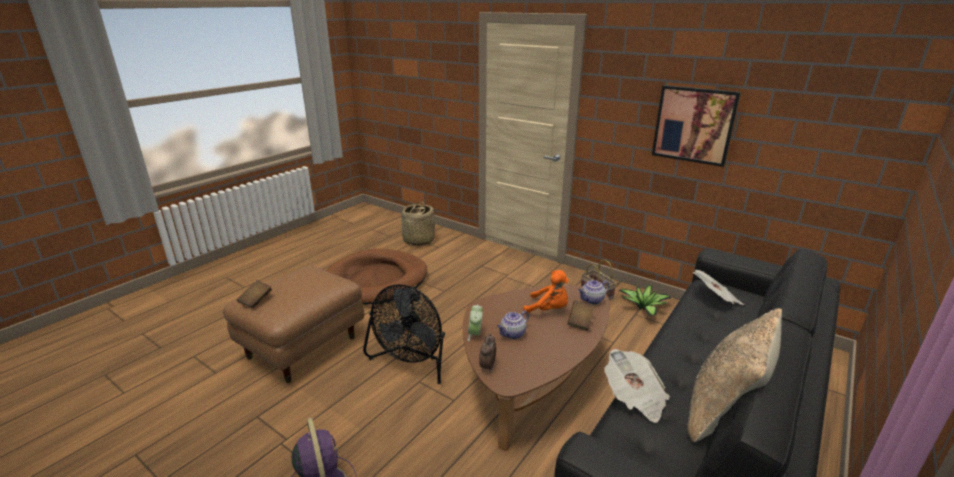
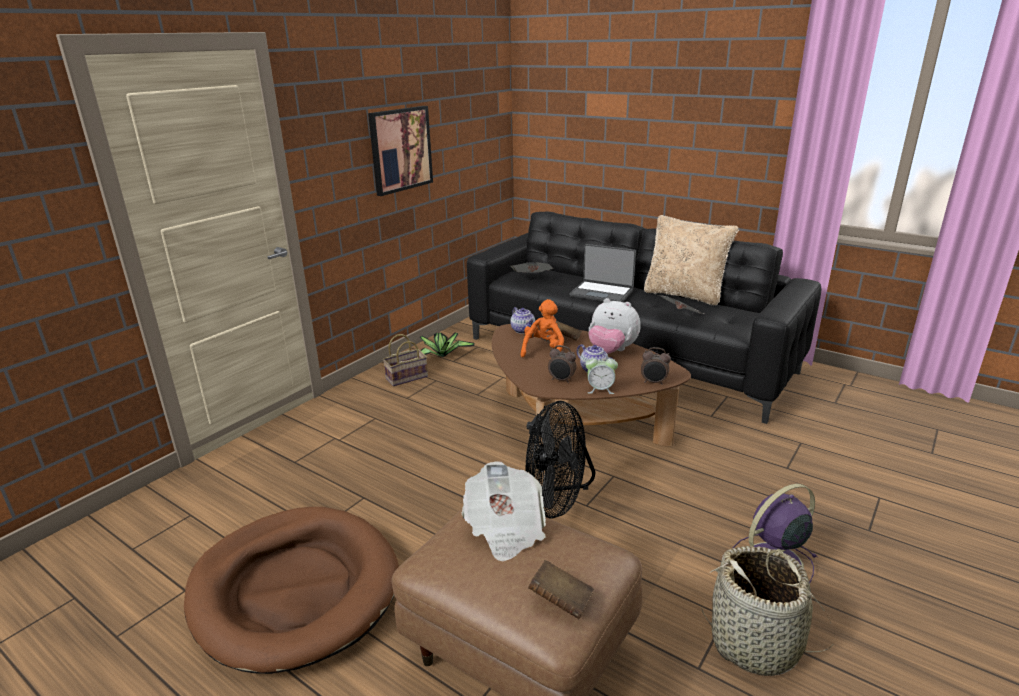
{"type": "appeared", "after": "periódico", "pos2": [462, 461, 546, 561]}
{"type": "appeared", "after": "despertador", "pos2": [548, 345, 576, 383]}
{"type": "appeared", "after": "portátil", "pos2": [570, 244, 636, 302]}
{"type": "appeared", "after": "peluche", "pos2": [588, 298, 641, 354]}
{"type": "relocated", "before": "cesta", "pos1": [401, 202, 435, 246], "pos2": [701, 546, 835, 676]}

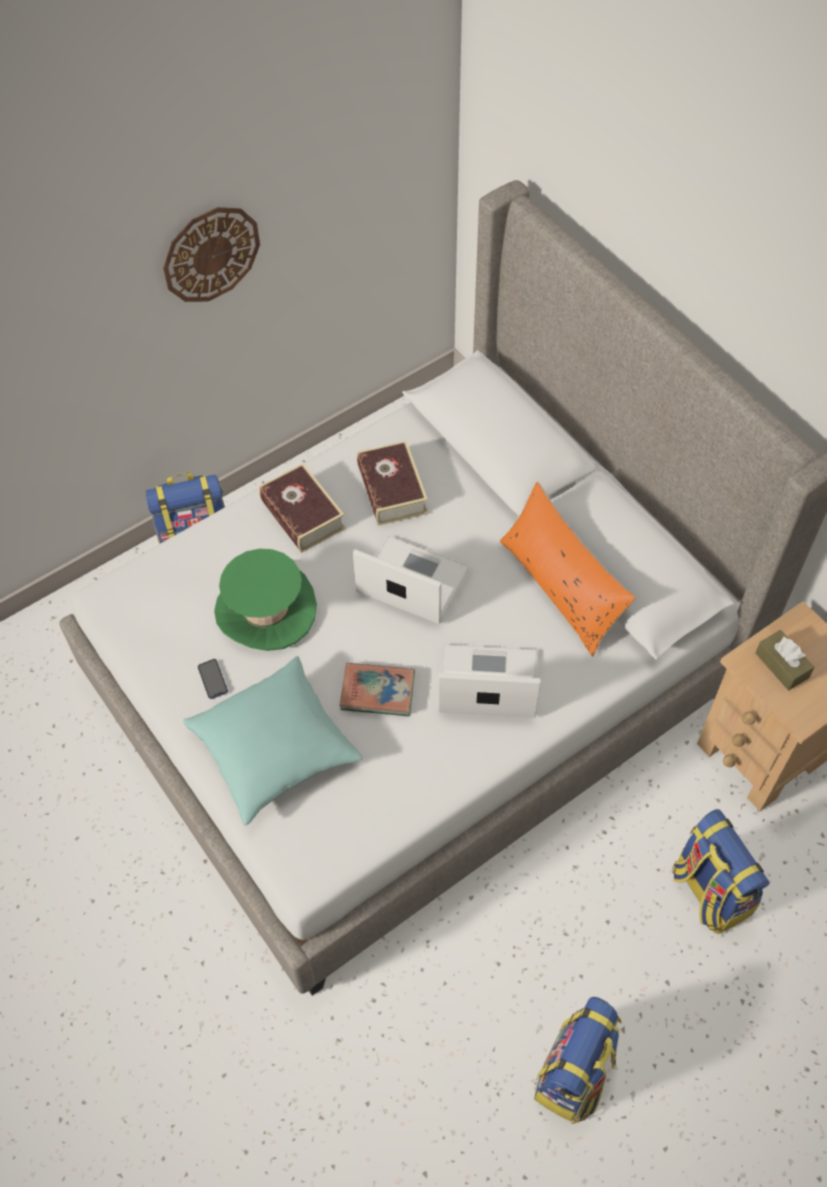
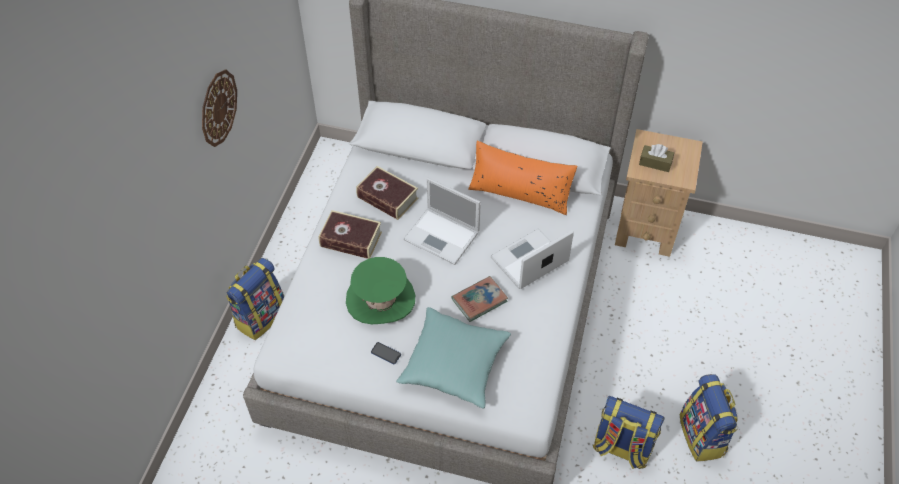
{"type": "relocated", "before": "mochila", "pos1": [672, 809, 770, 934], "pos2": [593, 396, 665, 469]}
{"type": "spun", "before": "portátil", "pos1": [353, 536, 470, 624], "pos2": [403, 178, 481, 265], "turn": -135}

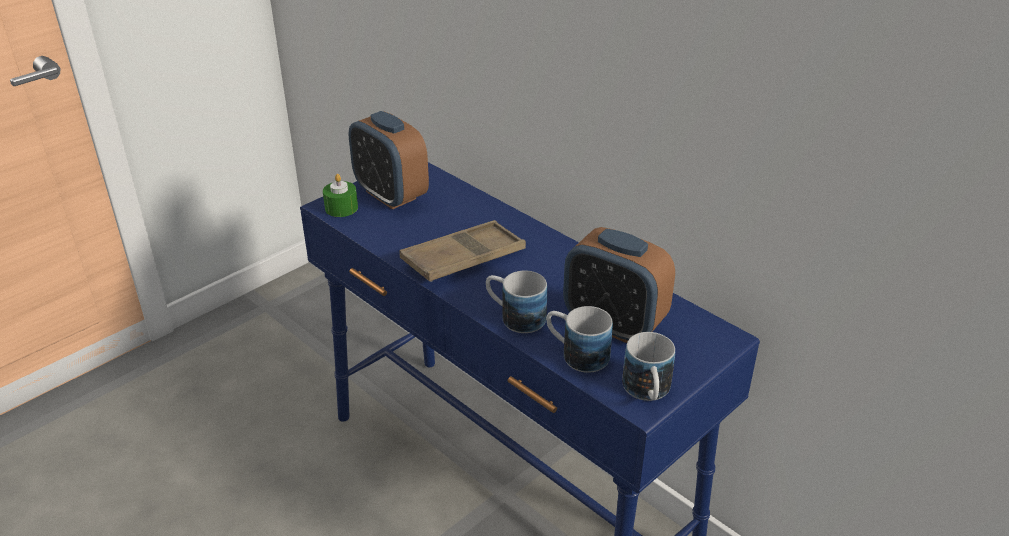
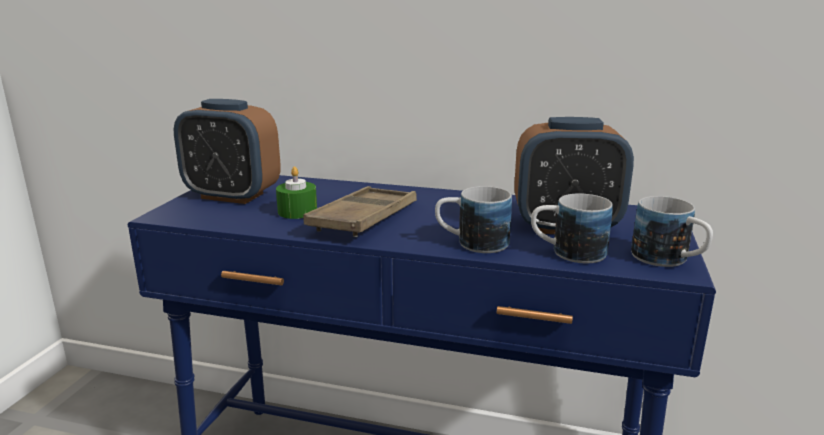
{"type": "relocated", "before": "vela (verde)", "pos1": [323, 174, 358, 217], "pos2": [276, 167, 317, 219]}

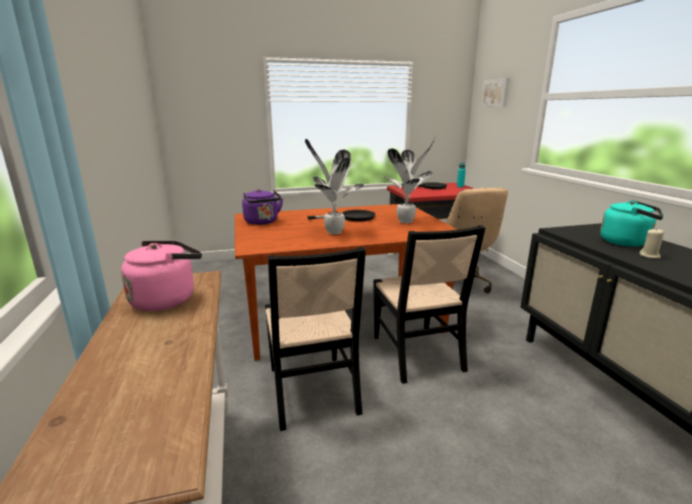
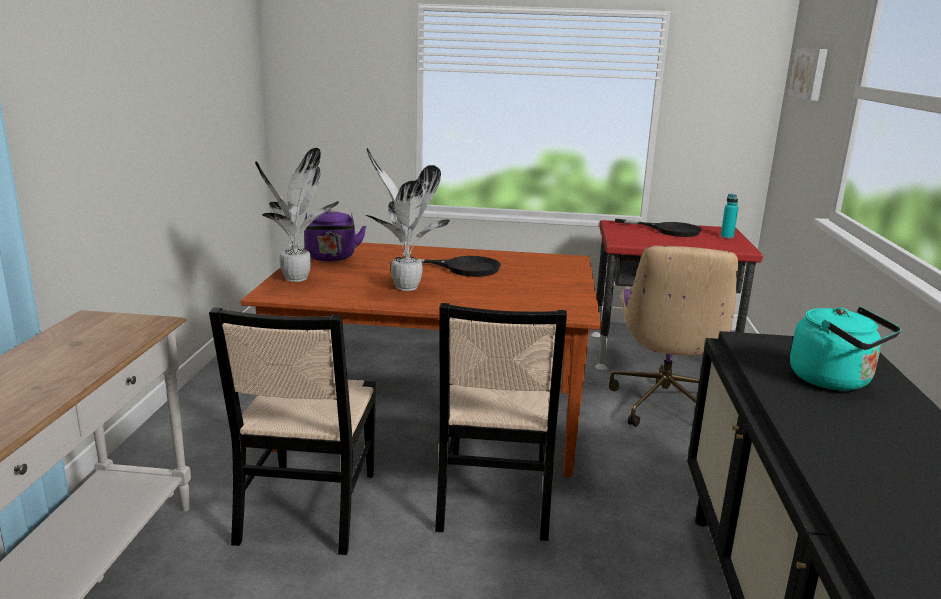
{"type": "missing", "before": "hervidor (rosa)", "pos1": [121, 241, 202, 311]}
{"type": "missing", "before": "vela (beis)", "pos1": [640, 229, 664, 258]}
{"type": "relocated", "before": "planta en maceta", "pos1": [383, 136, 436, 223], "pos2": [255, 148, 339, 282]}

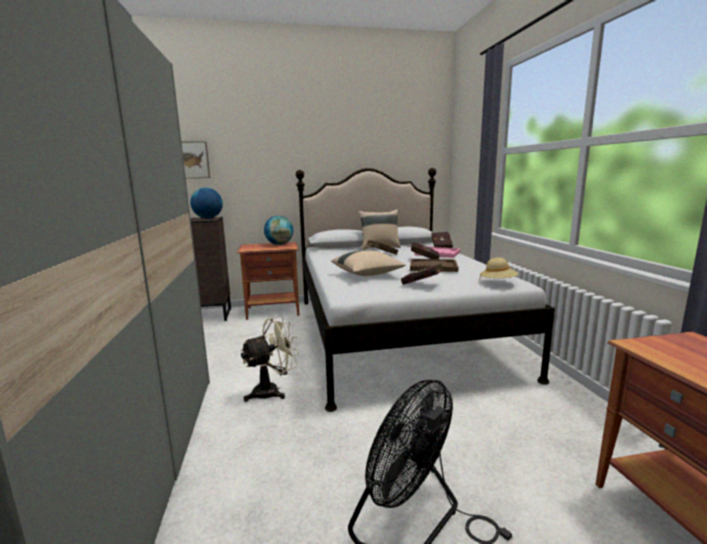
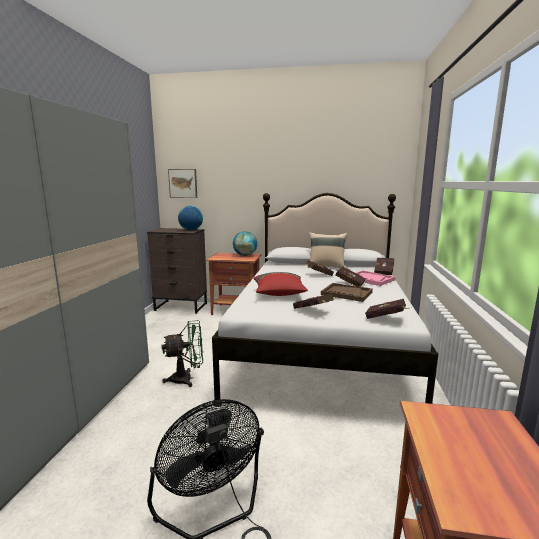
{"type": "exchanged", "before": "sombrero (beis)", "after": "libro (rojo)", "pos1": [479, 258, 519, 281], "pos2": [365, 299, 409, 319]}
{"type": "colour", "before": "ventilador (beis)", "after": "ventilador (verde)", "pos1": [240, 316, 299, 402], "pos2": [162, 320, 203, 387]}
{"type": "colour", "before": "cojín (beis)", "after": "cojín (rojo)", "pos1": [331, 250, 406, 276], "pos2": [254, 272, 308, 296]}

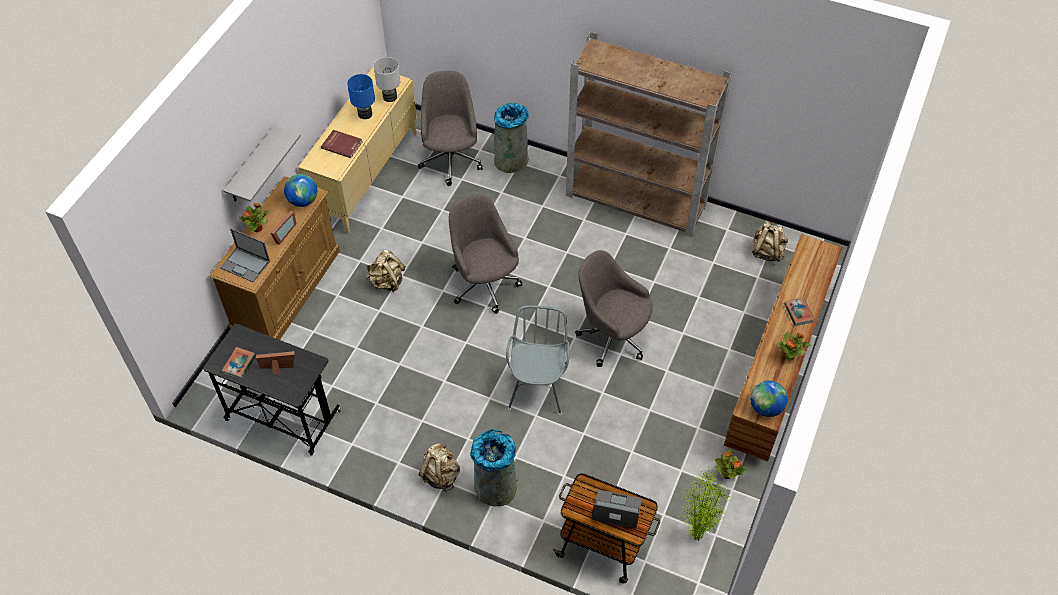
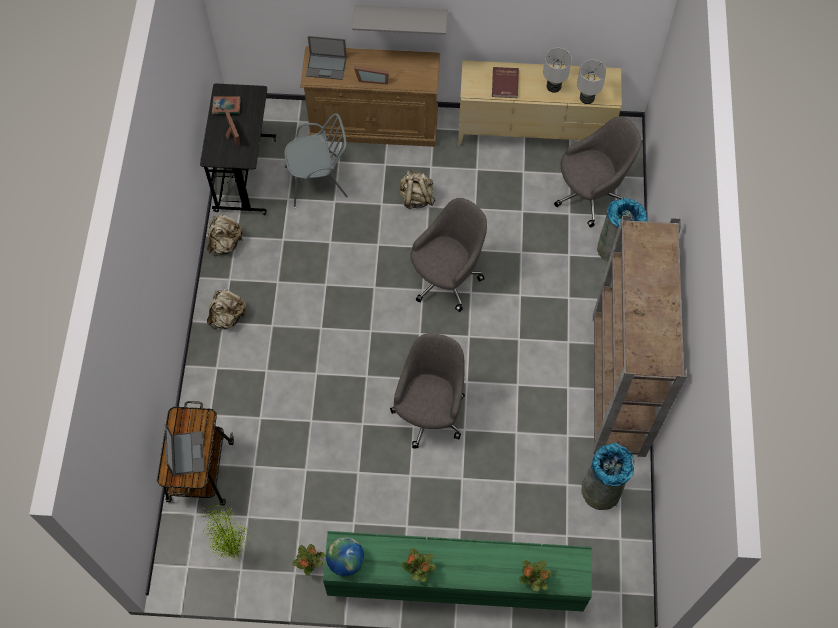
{"type": "missing", "before": "globo terráqueo", "pos1": [284, 174, 317, 207]}
{"type": "missing", "before": "libro", "pos1": [784, 297, 815, 326]}
{"type": "relocated", "before": "planta en maceta", "pos1": [238, 203, 270, 232], "pos2": [519, 560, 552, 592]}
{"type": "relocated", "before": "papelera (gris)", "pos1": [470, 429, 517, 506], "pos2": [581, 443, 634, 510]}
{"type": "relocated", "before": "silla (gris)", "pos1": [506, 305, 570, 415], "pos2": [284, 113, 349, 208]}
{"type": "relocated", "before": "mochila (beis)", "pos1": [752, 221, 788, 262], "pos2": [207, 214, 243, 256]}
{"type": "colour", "before": "lámpara de mesa (azul)", "after": "lámpara de mesa (gris)", "pos1": [347, 74, 375, 119], "pos2": [543, 48, 572, 93]}
{"type": "colour", "before": "armario (marrón)", "after": "armario (verde)", "pos1": [724, 233, 843, 462], "pos2": [323, 531, 592, 611]}
{"type": "spun", "before": "portátil", "pos1": [220, 229, 270, 282], "pos2": [306, 36, 347, 80], "turn": -90}

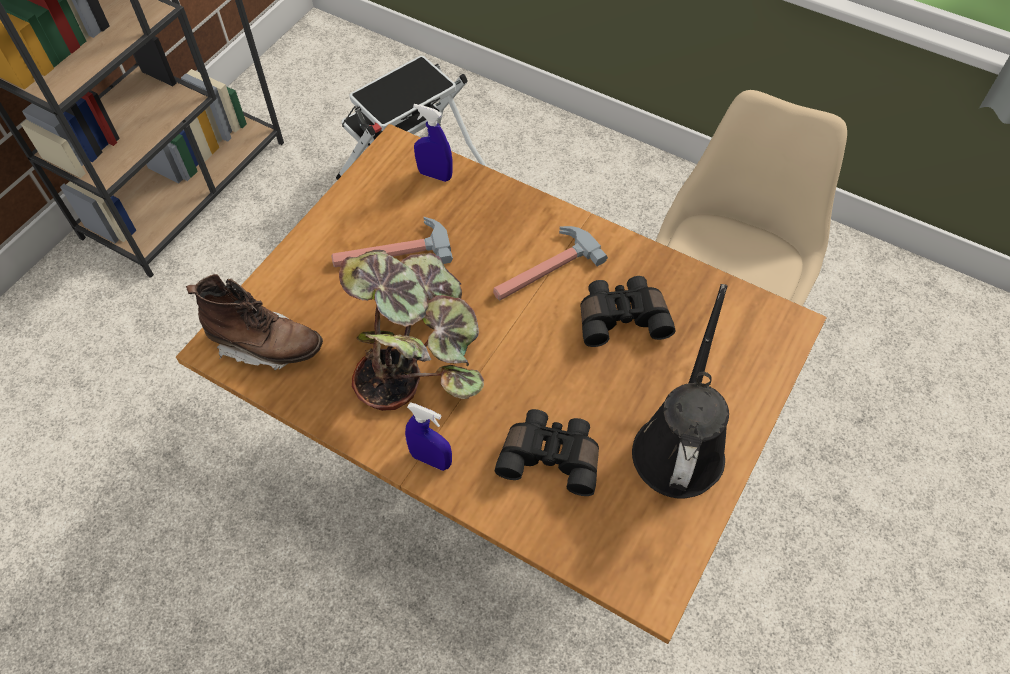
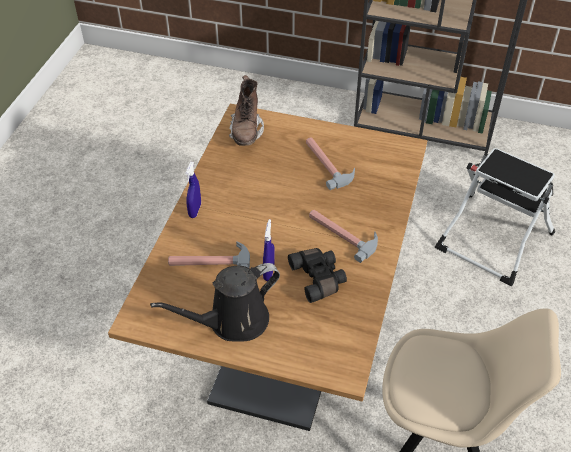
{"type": "missing", "before": "planta en maceta", "pos1": [339, 250, 484, 411]}
{"type": "relocated", "before": "pulverizador (azul)", "pos1": [413, 104, 453, 182], "pos2": [263, 219, 275, 281]}
{"type": "exchanged", "before": "prismáticos (negro)", "after": "martillo", "pos1": [495, 409, 599, 496], "pos2": [168, 241, 250, 268]}
{"type": "spun", "before": "regadera (negro)", "pos1": [632, 284, 729, 499], "pos2": [150, 263, 280, 342], "turn": 150}

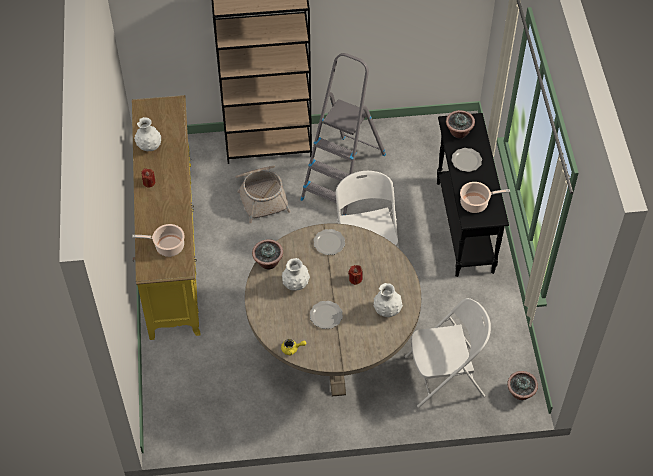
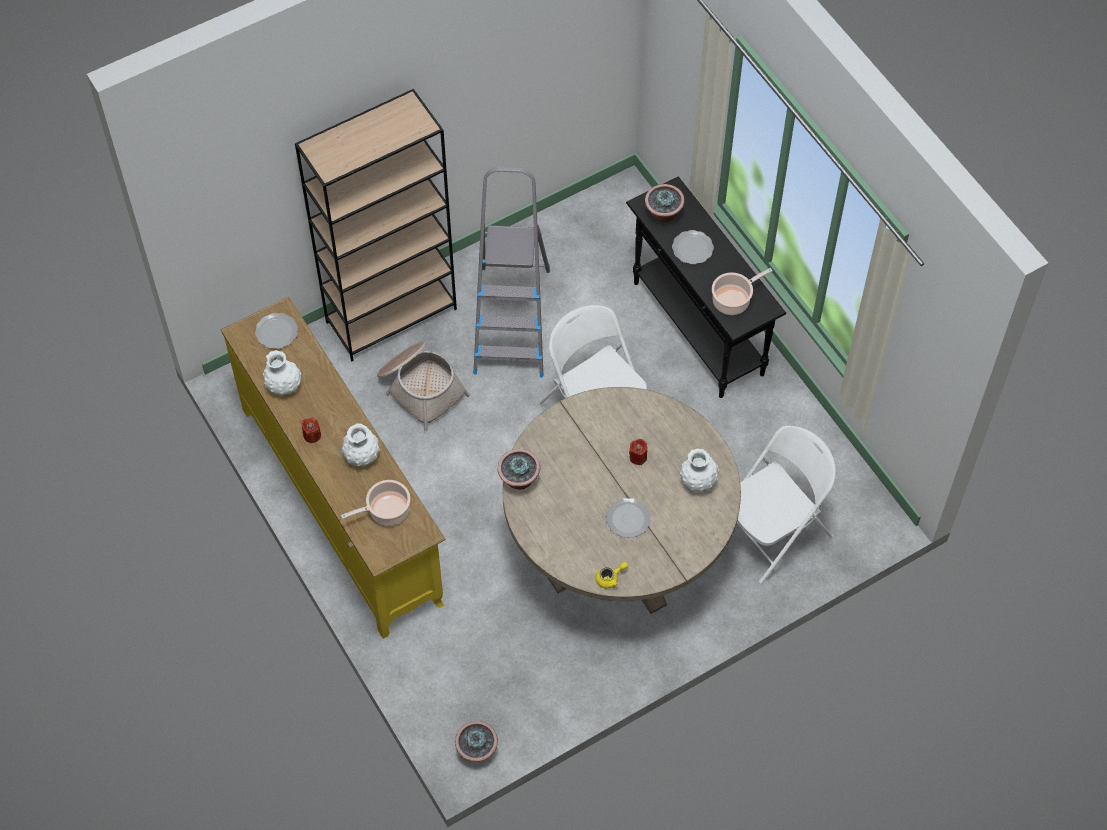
{"type": "relocated", "before": "florero (blanco)", "pos1": [282, 258, 310, 291], "pos2": [342, 423, 380, 466]}
{"type": "relocated", "before": "plato", "pos1": [314, 229, 345, 255], "pos2": [255, 313, 298, 349]}
{"type": "relocated", "before": "planta en maceta", "pos1": [507, 371, 538, 400], "pos2": [455, 721, 498, 762]}

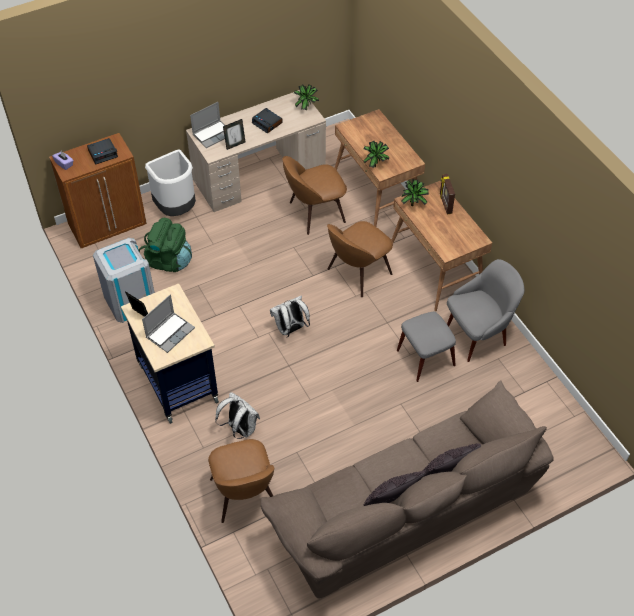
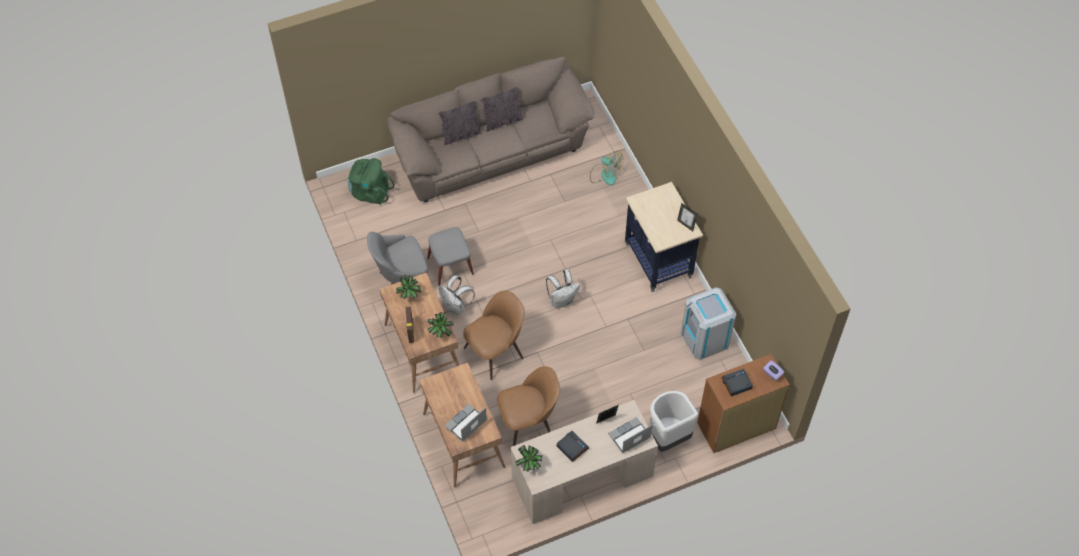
{"type": "relocated", "before": "mochila (verde)", "pos1": [138, 218, 192, 272], "pos2": [348, 158, 394, 204]}
{"type": "relocated", "before": "portátil", "pos1": [142, 294, 195, 353], "pos2": [445, 404, 487, 442]}
{"type": "relocated", "before": "mochila (blanco)", "pos1": [215, 392, 260, 439], "pos2": [439, 275, 475, 315]}
{"type": "relocated", "before": "planta en maceta", "pos1": [364, 141, 389, 168], "pos2": [396, 275, 421, 299]}
{"type": "exchanged", "before": "silla (marrón)", "after": "ventilador", "pos1": [208, 439, 274, 523], "pos2": [590, 151, 623, 185]}

